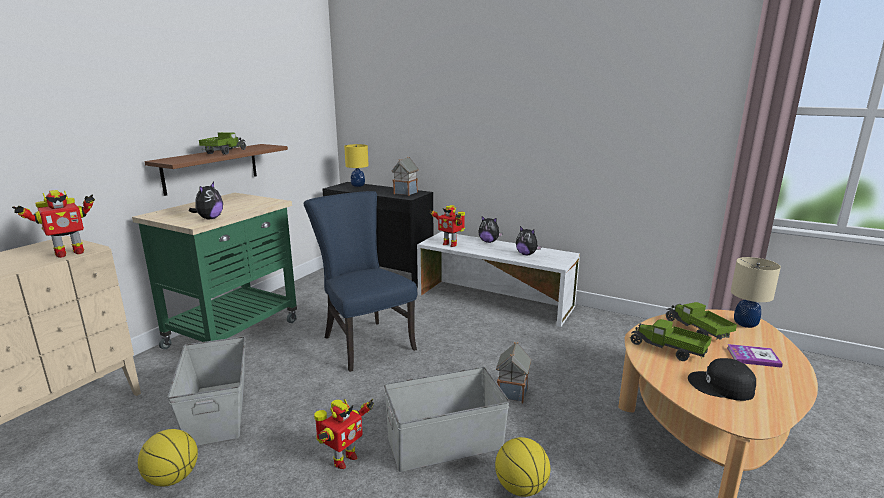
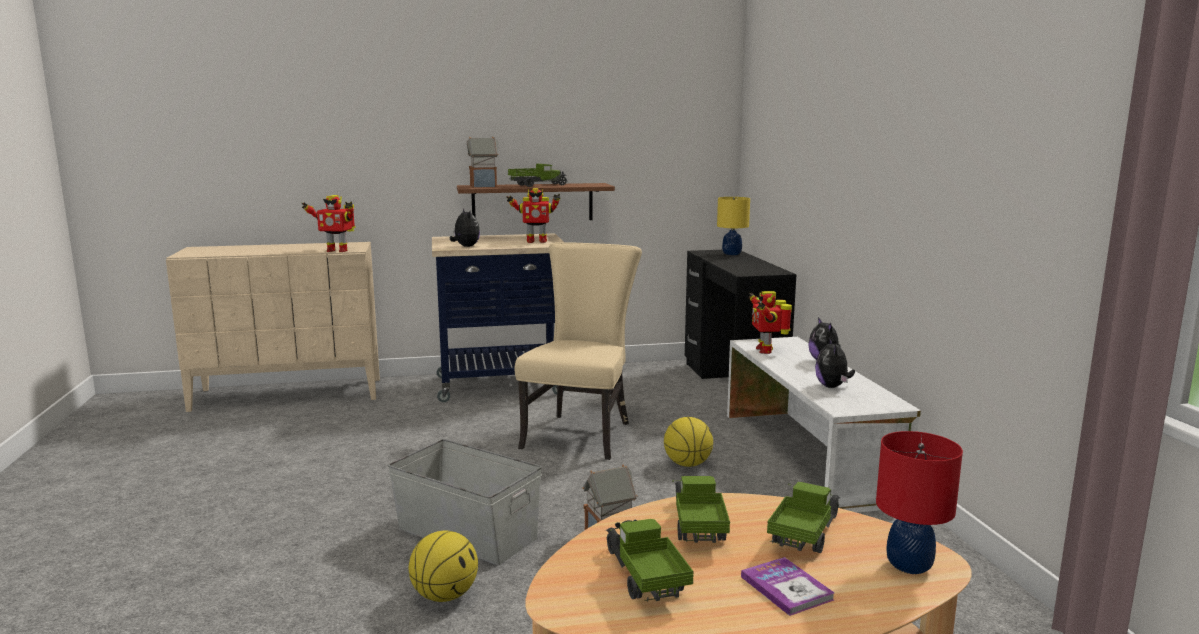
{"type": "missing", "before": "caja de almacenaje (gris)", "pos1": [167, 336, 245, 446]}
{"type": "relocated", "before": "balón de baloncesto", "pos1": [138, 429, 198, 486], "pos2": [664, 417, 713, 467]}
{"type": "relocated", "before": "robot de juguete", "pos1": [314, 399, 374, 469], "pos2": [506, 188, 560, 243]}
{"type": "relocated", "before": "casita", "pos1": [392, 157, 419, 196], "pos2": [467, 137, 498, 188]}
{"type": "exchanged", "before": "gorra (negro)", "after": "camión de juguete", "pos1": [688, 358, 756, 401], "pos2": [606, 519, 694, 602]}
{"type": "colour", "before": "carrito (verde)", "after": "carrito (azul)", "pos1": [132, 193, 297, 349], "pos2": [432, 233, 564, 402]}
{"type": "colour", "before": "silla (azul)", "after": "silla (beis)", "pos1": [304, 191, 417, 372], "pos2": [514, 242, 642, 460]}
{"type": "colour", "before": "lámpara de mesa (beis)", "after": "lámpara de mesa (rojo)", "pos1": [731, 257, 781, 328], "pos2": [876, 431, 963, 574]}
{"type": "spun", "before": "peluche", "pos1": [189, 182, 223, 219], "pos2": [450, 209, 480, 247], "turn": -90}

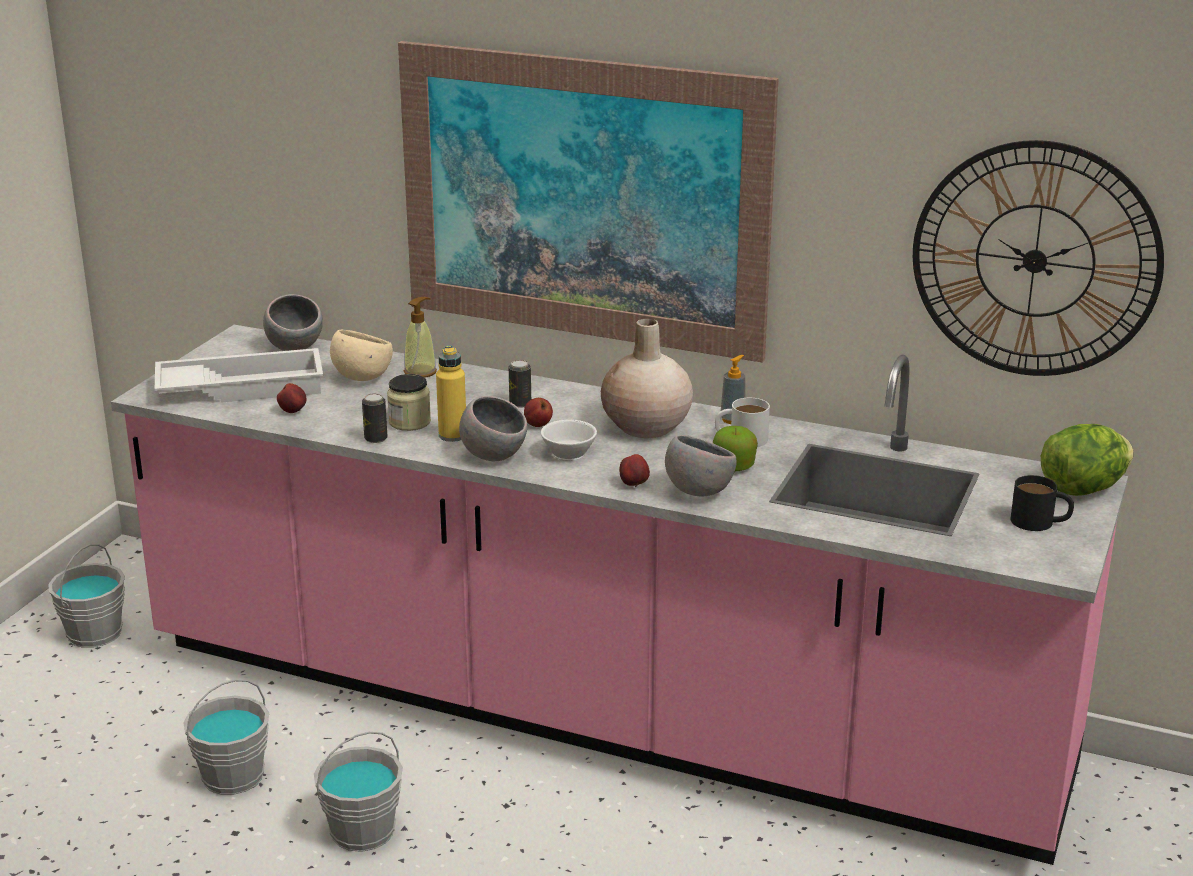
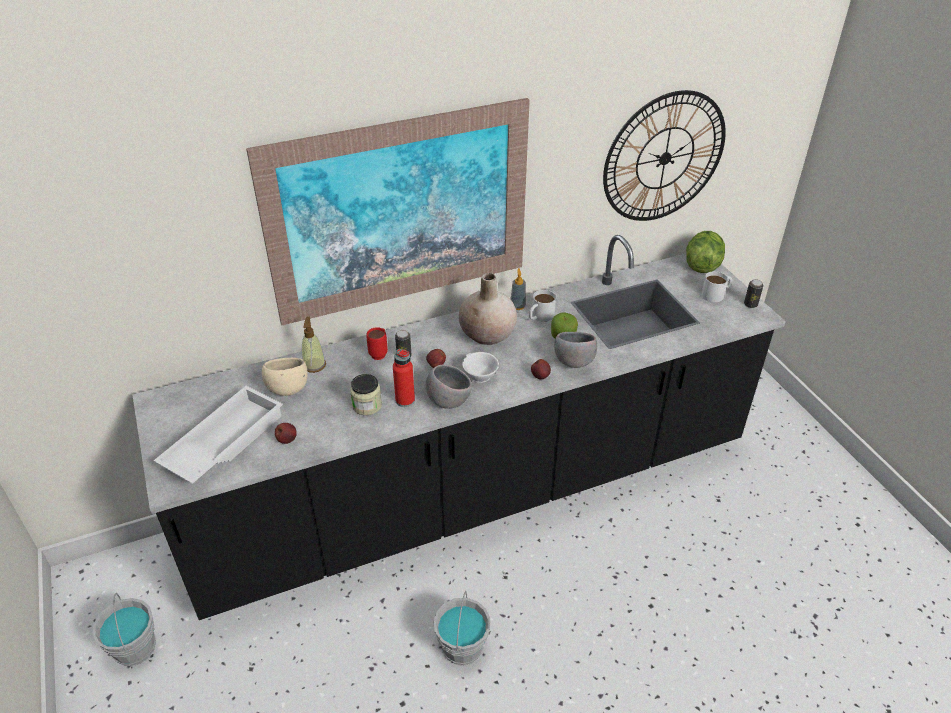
{"type": "missing", "before": "cubo (gris)", "pos1": [183, 679, 269, 795]}
{"type": "missing", "before": "cuenco (gris)", "pos1": [263, 294, 323, 351]}
{"type": "appeared", "after": "taza grande (rojo)", "pos2": [366, 327, 388, 360]}
{"type": "relocated", "before": "lata", "pos1": [362, 393, 387, 443], "pos2": [744, 279, 764, 308]}
{"type": "colour", "before": "mueble bajo de cocina (rosa)", "after": "mueble bajo de cocina (negro)", "pos1": [111, 325, 1128, 865], "pos2": [132, 235, 786, 620]}
{"type": "colour", "before": "botella (amarillo)", "after": "botella (rojo)", "pos1": [436, 346, 466, 442], "pos2": [393, 349, 415, 407]}
{"type": "colour", "before": "taza grande (negro)", "after": "taza grande (blanco)", "pos1": [1010, 475, 1074, 531], "pos2": [701, 271, 732, 302]}

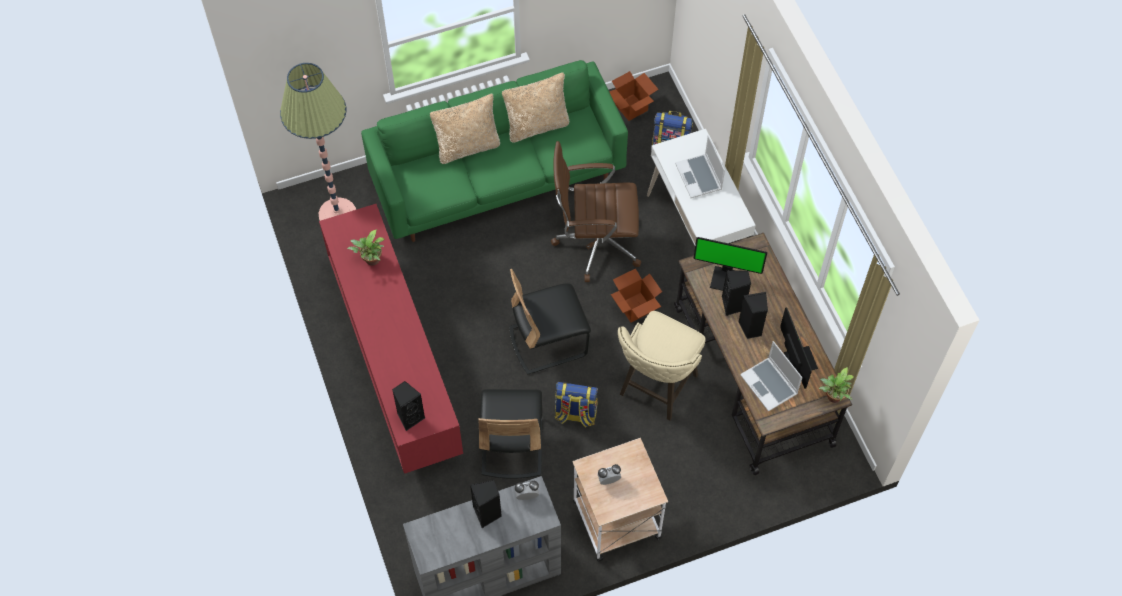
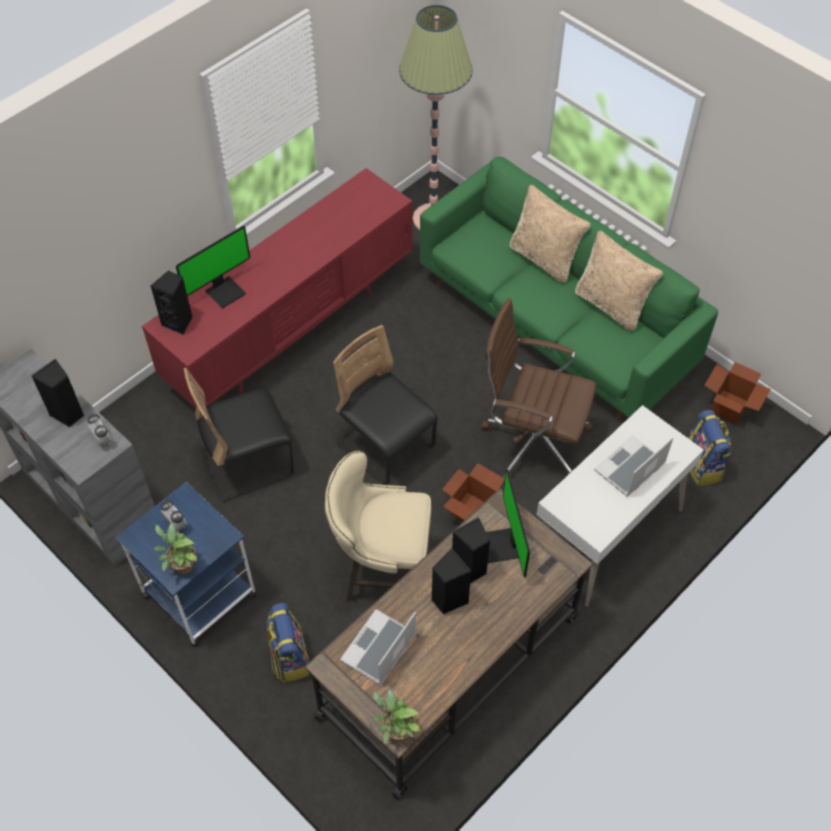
{"type": "relocated", "before": "planta en maceta", "pos1": [347, 229, 385, 266], "pos2": [154, 523, 197, 574]}
{"type": "relocated", "before": "mochila", "pos1": [555, 382, 598, 427], "pos2": [267, 603, 310, 683]}
{"type": "relocated", "before": "monitor", "pos1": [780, 307, 818, 389], "pos2": [176, 226, 250, 308]}
{"type": "colour", "before": "carrito (beis)", "after": "carrito (azul)", "pos1": [572, 438, 668, 562], "pos2": [116, 482, 257, 647]}
{"type": "spun", "before": "silla de oficina (marrón)", "pos1": [551, 141, 641, 282], "pos2": [481, 298, 596, 479], "turn": -45}

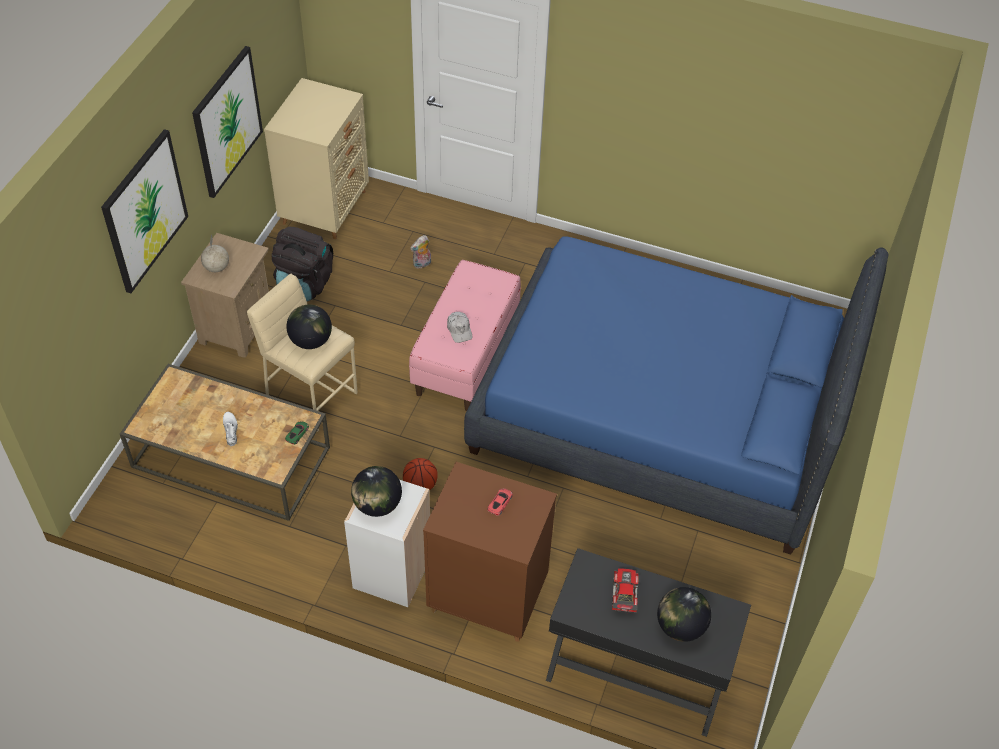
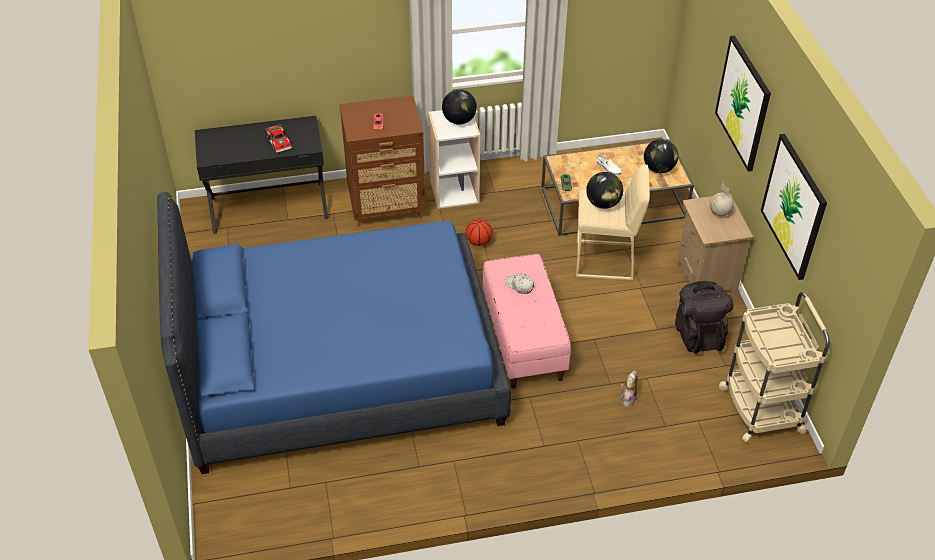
{"type": "relocated", "before": "globo terráqueo", "pos1": [657, 587, 711, 642], "pos2": [644, 139, 678, 173]}
{"type": "exchanged", "before": "cómoda (beis)", "after": "carrito (beis)", "pos1": [264, 78, 369, 239], "pos2": [719, 292, 830, 443]}

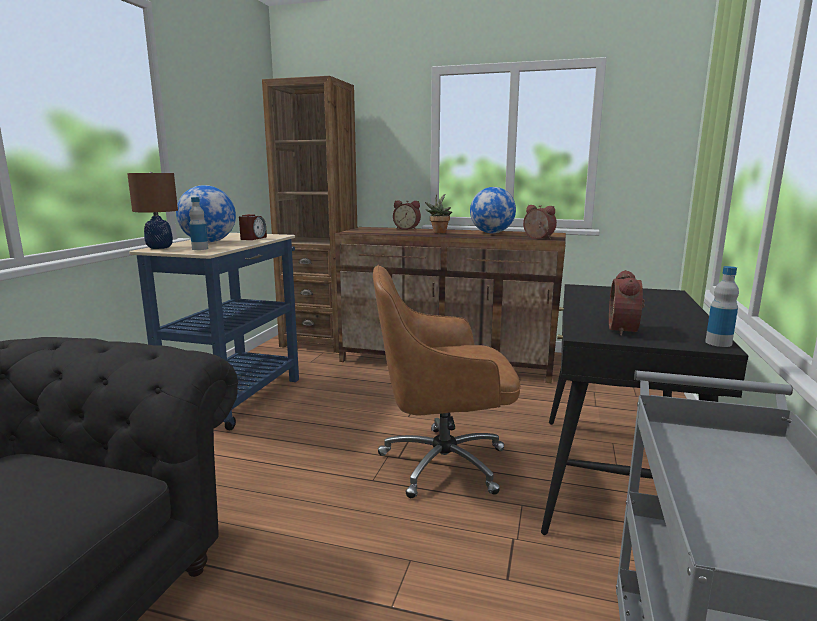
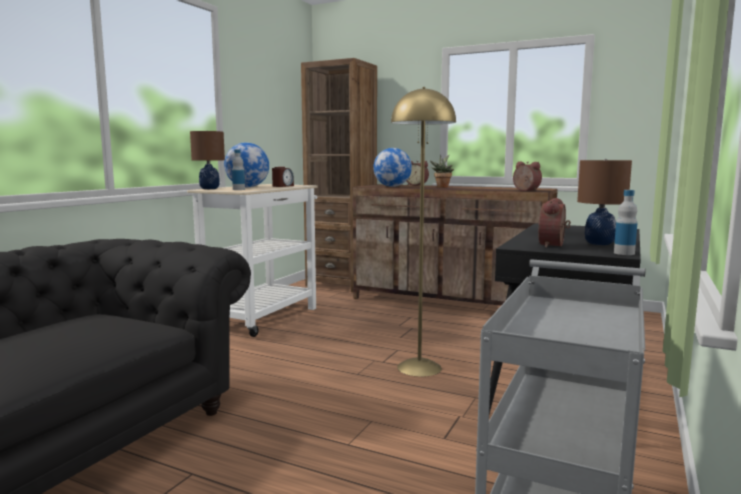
{"type": "appeared", "after": "lámpara de mesa (marrón)", "pos2": [577, 159, 632, 245]}
{"type": "relocated", "before": "globo terráqueo", "pos1": [470, 187, 516, 233], "pos2": [373, 148, 412, 187]}
{"type": "exchanged", "before": "silla de oficina (marrón)", "after": "lámpara de pie (amarillo)", "pos1": [373, 265, 521, 498], "pos2": [391, 87, 456, 377]}
{"type": "colour", "before": "carrito (azul)", "after": "carrito (blanco)", "pos1": [129, 233, 299, 430], "pos2": [187, 184, 318, 337]}

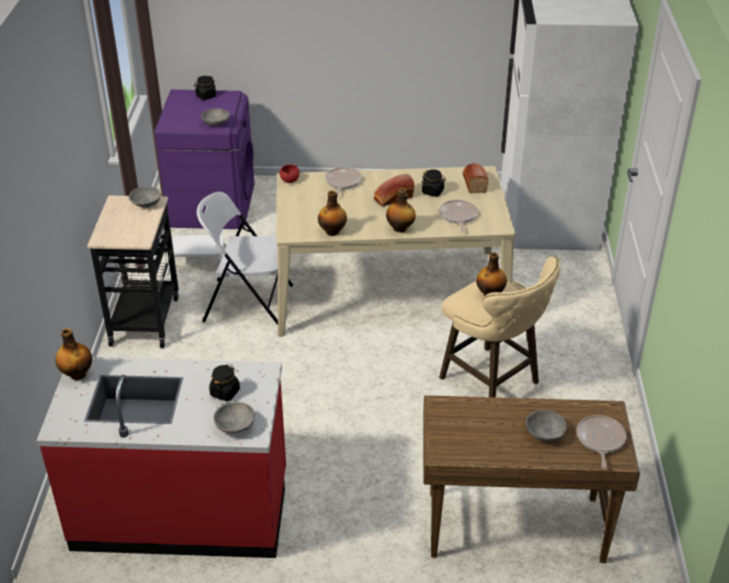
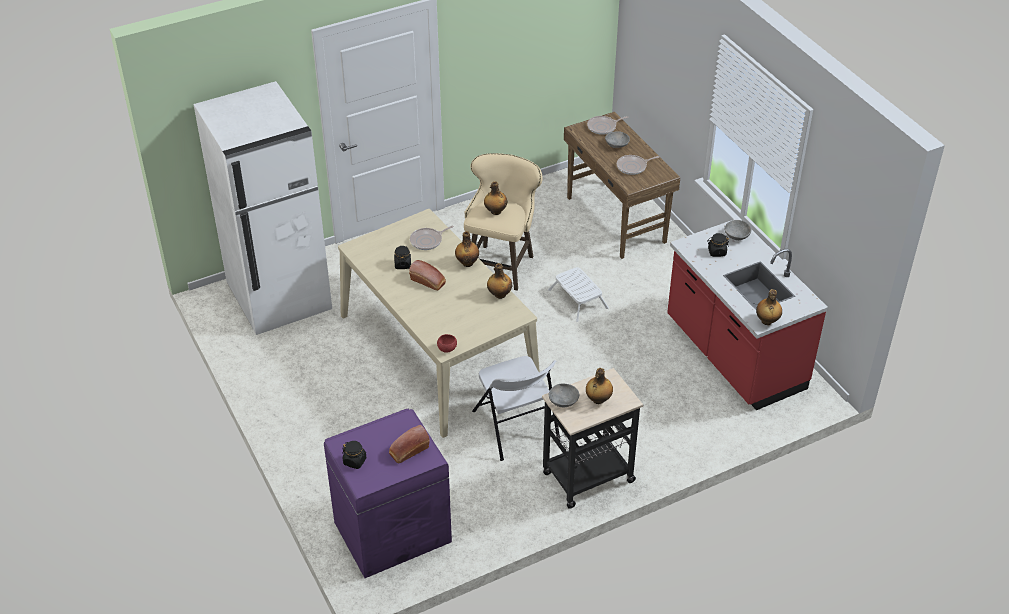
{"type": "missing", "before": "cuenco (gris)", "pos1": [201, 108, 230, 126]}
{"type": "appeared", "after": "botella", "pos2": [586, 368, 613, 404]}
{"type": "relocated", "before": "escalera de tijera (blanco)", "pos1": [165, 235, 226, 276], "pos2": [548, 267, 609, 322]}
{"type": "relocated", "before": "sartén", "pos1": [325, 167, 362, 195], "pos2": [617, 155, 659, 175]}
{"type": "relocated", "before": "pan", "pos1": [463, 163, 488, 193], "pos2": [389, 425, 430, 463]}

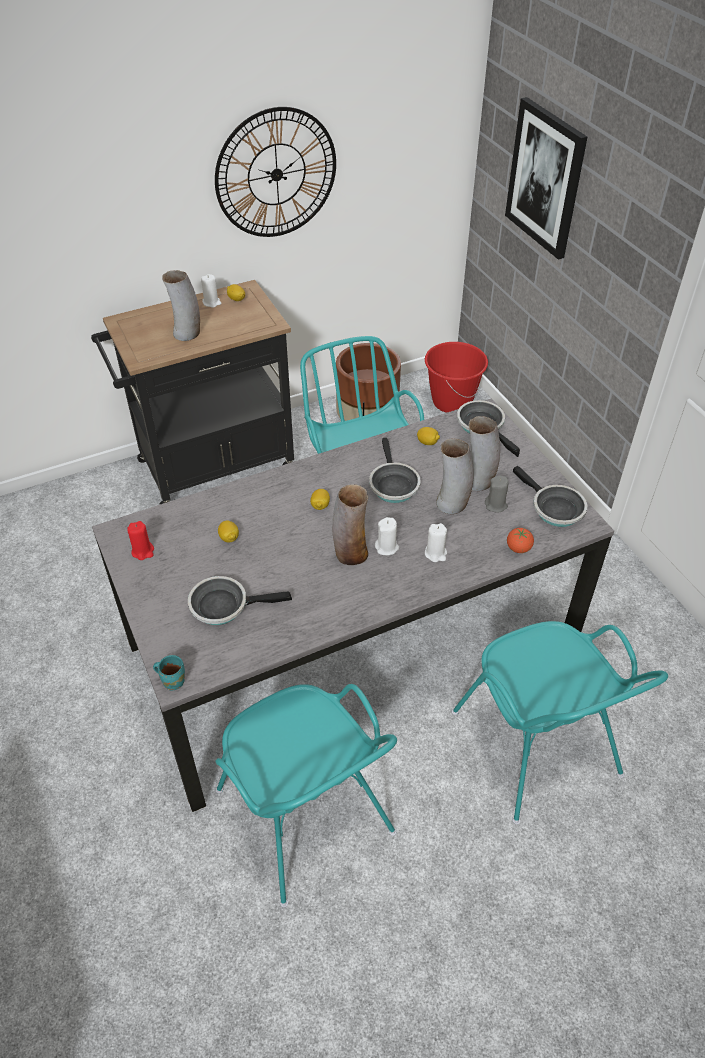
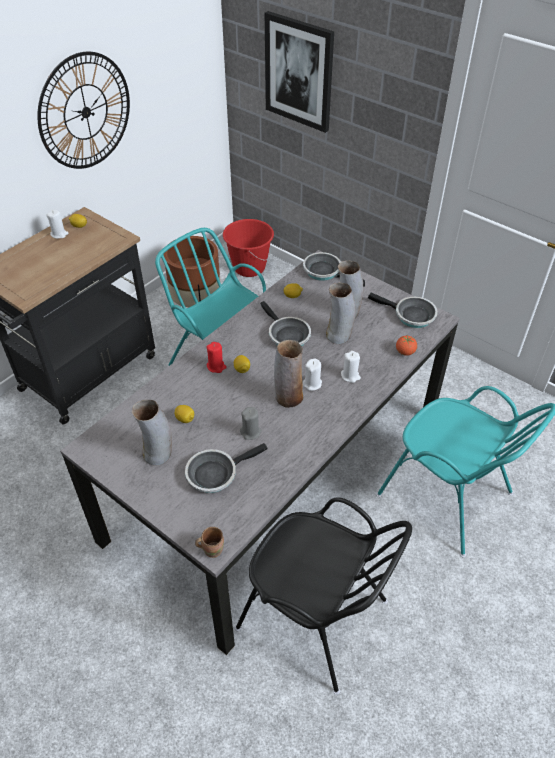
{"type": "relocated", "before": "vela (rojo)", "pos1": [127, 521, 154, 560], "pos2": [206, 342, 227, 373]}
{"type": "relocated", "before": "florero", "pos1": [162, 270, 200, 341], "pos2": [132, 400, 172, 466]}
{"type": "relocated", "before": "vela (gris)", "pos1": [485, 475, 509, 513], "pos2": [240, 407, 262, 440]}
{"type": "colour", "before": "taza grande (turquesa)", "after": "taza grande (marrón)", "pos1": [153, 655, 185, 691], "pos2": [195, 527, 224, 558]}
{"type": "colour", "before": "silla (turquesa)", "after": "silla (negro)", "pos1": [216, 684, 397, 908], "pos2": [235, 497, 412, 695]}

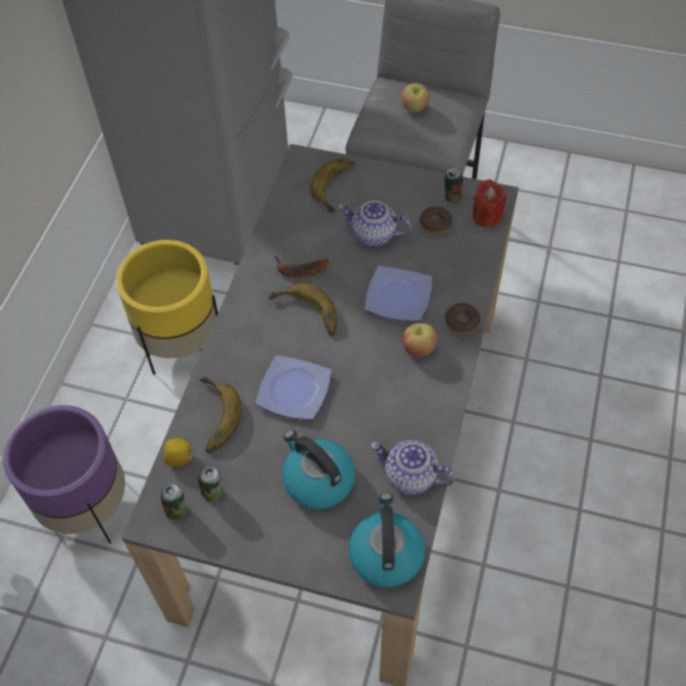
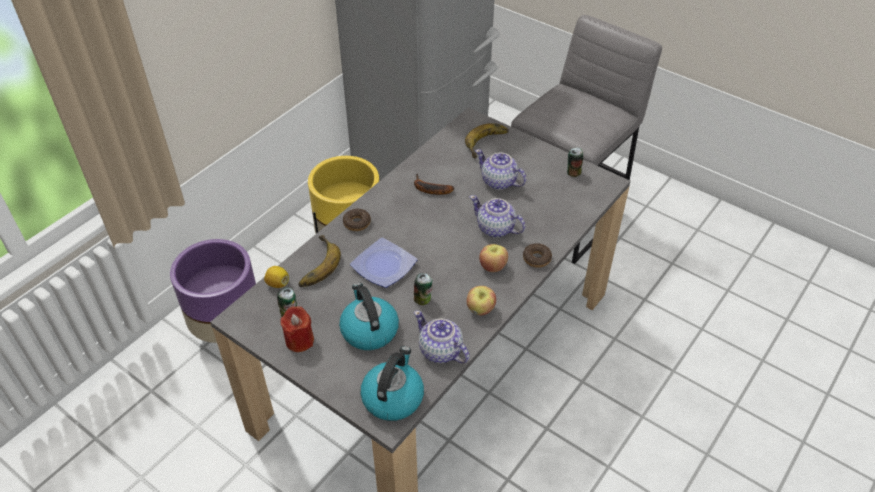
{"type": "missing", "before": "plátano", "pos1": [269, 283, 337, 336]}
{"type": "relocated", "before": "lata", "pos1": [161, 483, 187, 520], "pos2": [414, 273, 433, 305]}
{"type": "relocated", "before": "manzana", "pos1": [401, 83, 430, 113], "pos2": [467, 286, 496, 315]}
{"type": "relocated", "before": "rosquilla", "pos1": [420, 206, 452, 234], "pos2": [343, 209, 371, 231]}
{"type": "relocated", "before": "vela (rojo)", "pos1": [473, 179, 506, 227], "pos2": [280, 306, 314, 352]}
{"type": "exchanged", "before": "plato", "after": "tetera", "pos1": [365, 266, 432, 321], "pos2": [470, 195, 526, 238]}

